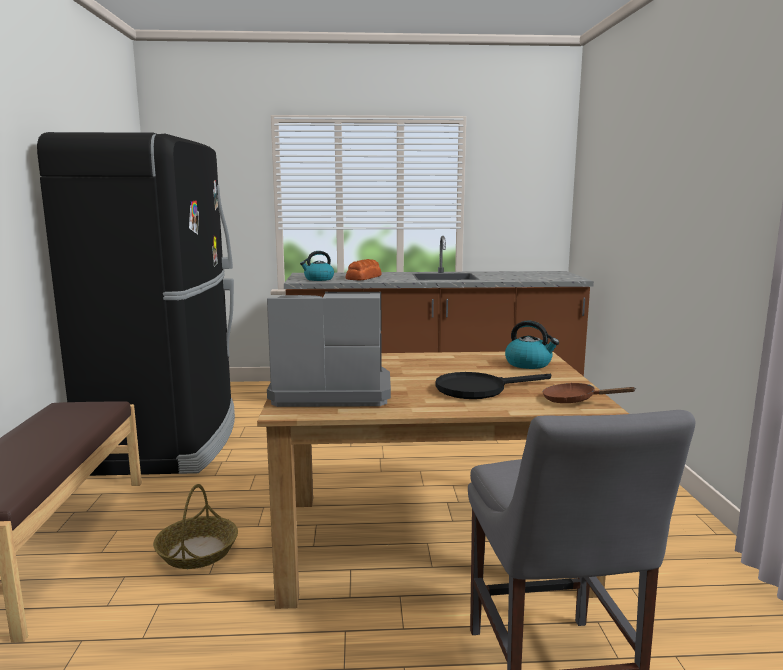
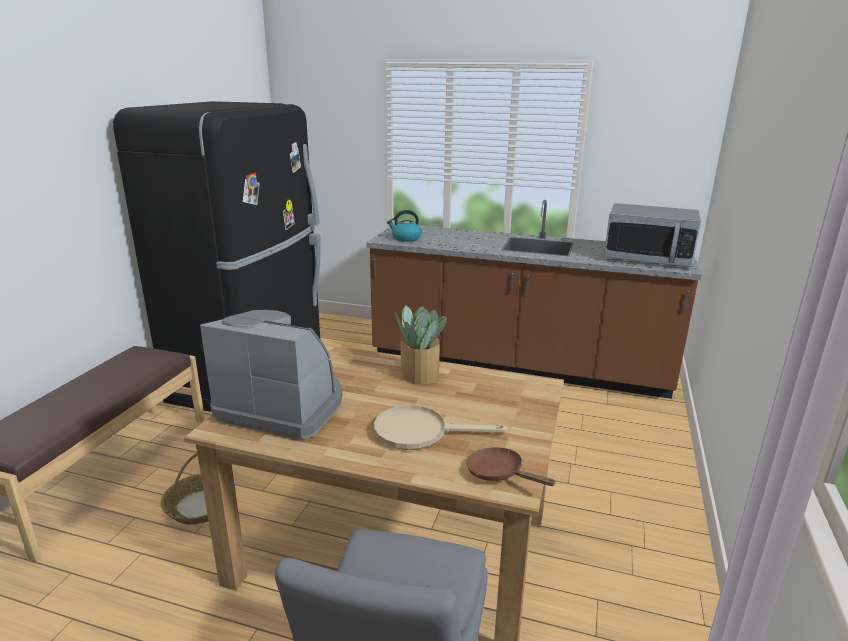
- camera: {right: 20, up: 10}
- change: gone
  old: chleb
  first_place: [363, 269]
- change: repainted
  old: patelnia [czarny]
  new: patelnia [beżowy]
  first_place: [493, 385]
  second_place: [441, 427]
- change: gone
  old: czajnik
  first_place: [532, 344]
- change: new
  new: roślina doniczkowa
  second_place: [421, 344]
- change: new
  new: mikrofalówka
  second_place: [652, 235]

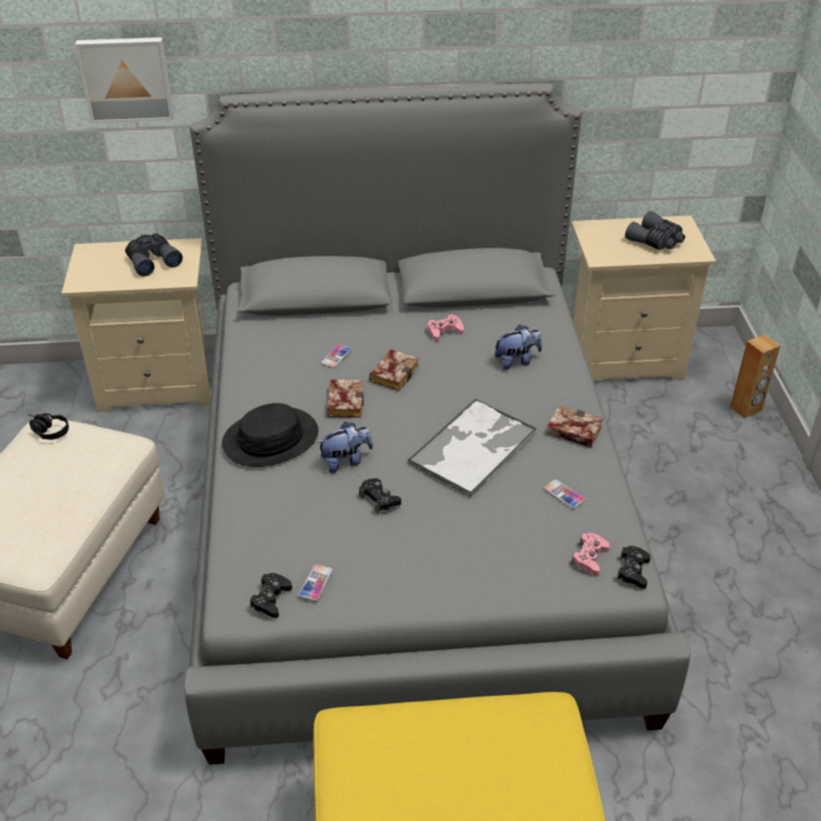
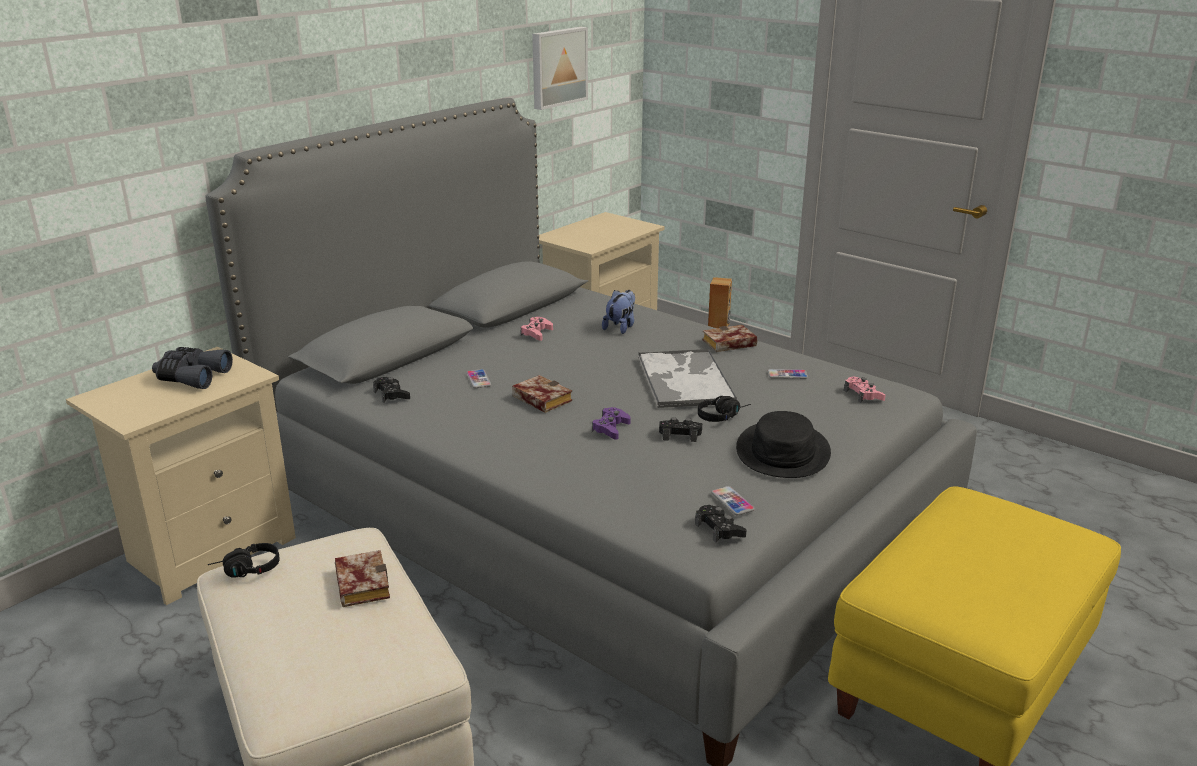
- camera: {right: -45, up: -15}
- change: shifted
  old: obraz
  first_place: [124, 80]
  second_place: [560, 68]
- change: shifted
  old: kapelusz [czarny]
  first_place: [270, 435]
  second_place: [783, 444]
- change: swapped
  old: pluszak
  new: pad do gier [fioletowy]
  first_place: [345, 447]
  second_place: [611, 423]
- change: shifted
  old: książka
  first_place: [394, 370]
  second_place: [362, 578]
- change: shifted
  old: pad do gier [czarny]
  first_place: [634, 567]
  second_place: [391, 390]
- change: gone
  old: lornetka [szary]
  first_place: [655, 230]
- change: new
  new: słuchawki [czarny]
  second_place: [724, 409]

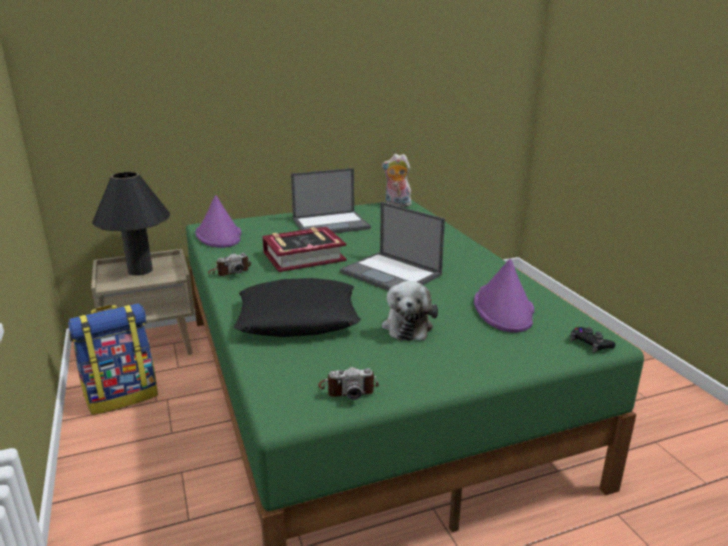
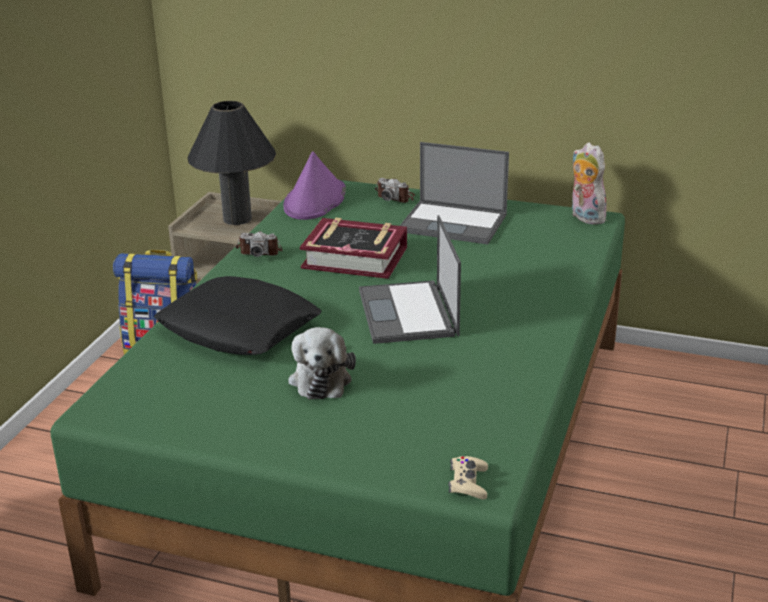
- camera: {right: 40, up: 5}
- change: shifted
  old: aparat fotograficzny
  first_place: [348, 383]
  second_place: [395, 190]
- change: rotated
  old: pluszak
  first_place: [410, 311]
  second_place: [322, 363]
  degrees: -45
- change: gone
  old: kapelusz [fioletowy]
  first_place: [504, 295]
- change: repainted
  old: pad do gier [czarny]
  new: pad do gier [beżowy]
  first_place: [592, 340]
  second_place: [468, 477]

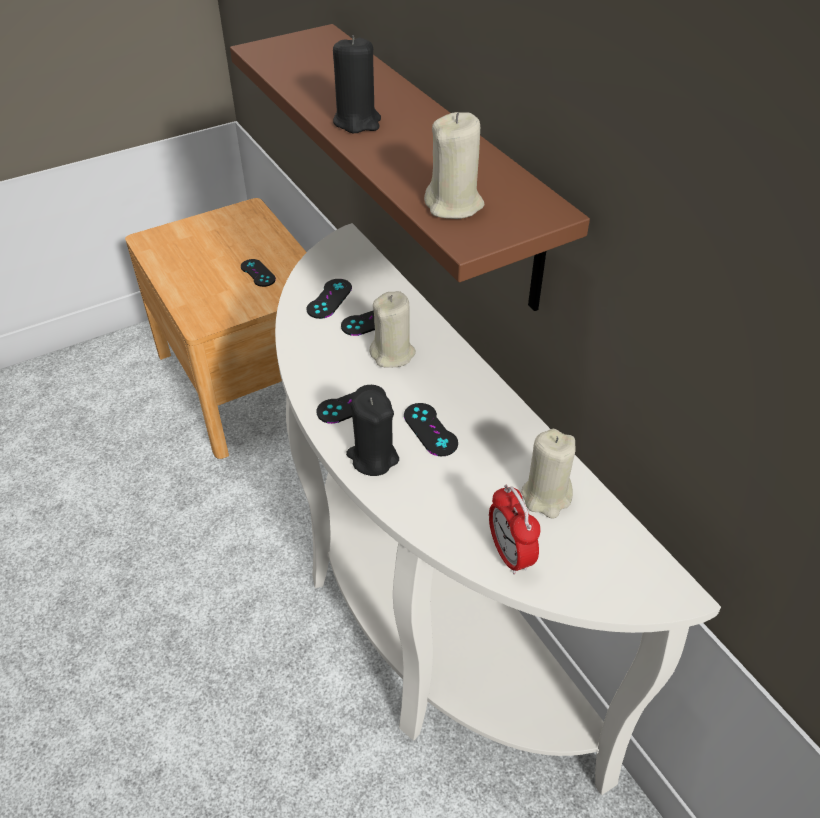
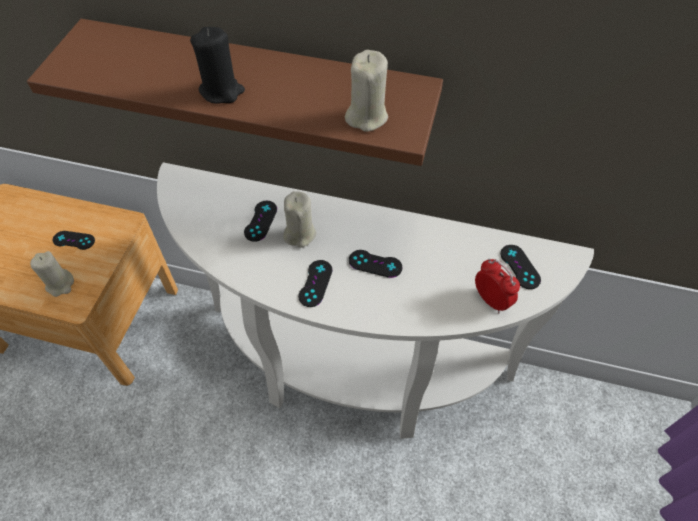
- camera: {right: -45, up: 10}
- change: shifted
  old: pad do gier [czarny]
  first_place: [329, 299]
  second_place: [520, 267]
- change: gone
  old: świeca [czarny]
  first_place: [372, 432]
- change: rotated
  old: budzik
  first_place: [515, 530]
  second_place: [497, 285]
  degrees: -150
- change: shifted
  old: świeca [beżowy]
  first_place: [548, 474]
  second_place: [52, 274]

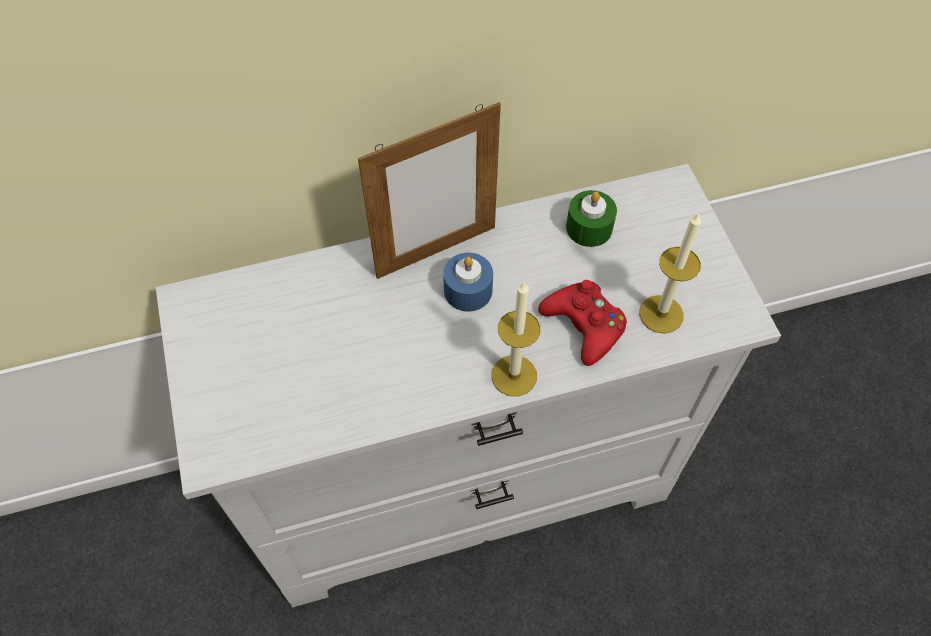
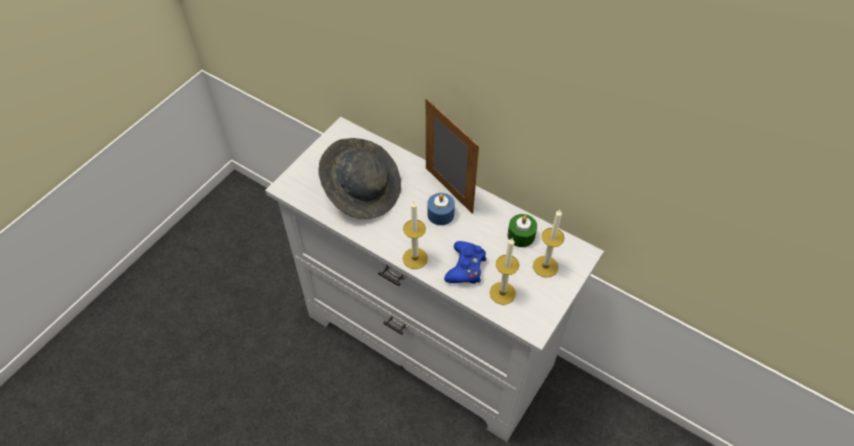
- camera: {right: 50, up: -5}
- change: rotated
  old: ramka na zdjęcie
  first_place: [429, 190]
  second_place: [452, 156]
  degrees: -150
- change: repainted
  old: pad do gier [czerwony]
  new: pad do gier [niebieski]
  first_place: [582, 323]
  second_place: [465, 262]
- change: new
  new: kapelusz [szary]
  second_place: [359, 178]
- change: new
  new: świeca
  second_place: [549, 244]

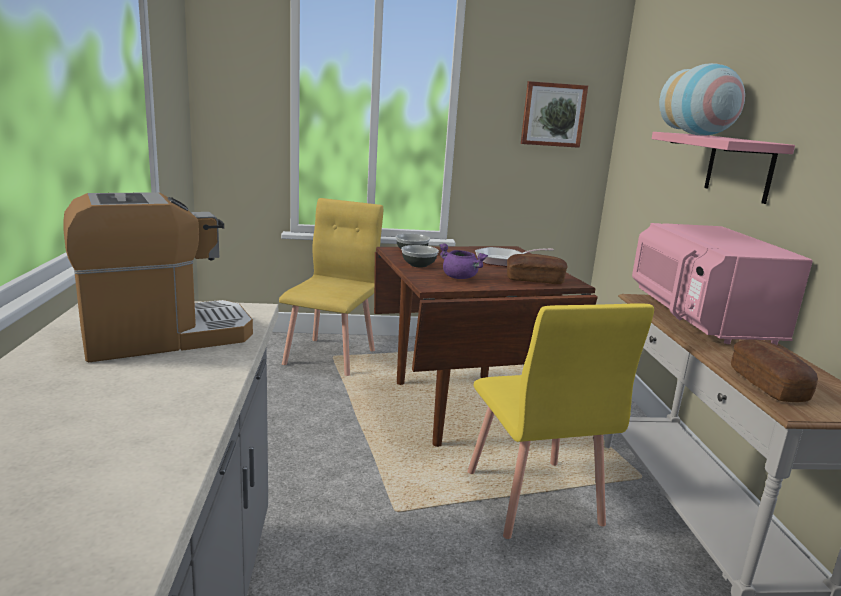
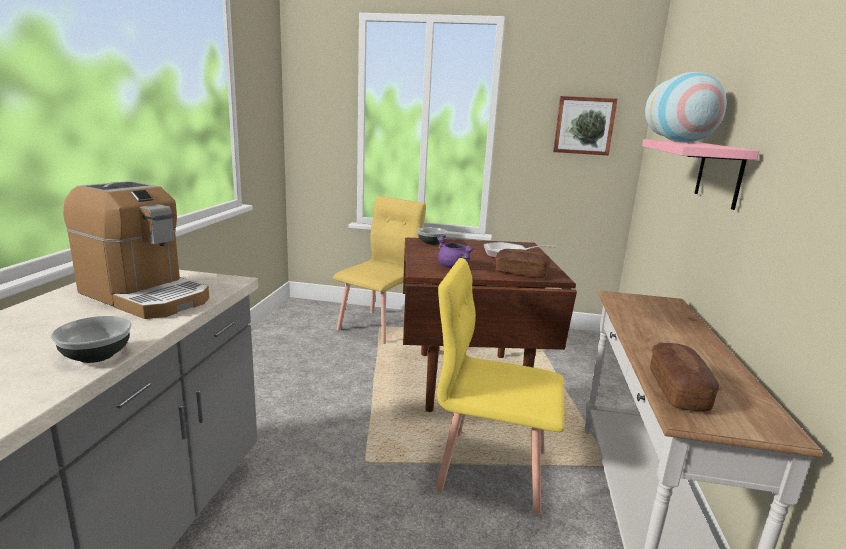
- camera: {right: 15, up: 0}
- change: rotated
  old: ekspres do kawy
  first_place: [158, 277]
  second_place: [136, 250]
  degrees: 45
- change: shifted
  old: miska
  first_place: [420, 256]
  second_place: [91, 339]
- change: rotated
  old: krzesło [żółty]
  first_place: [560, 421]
  second_place: [499, 386]
  degrees: 105
- change: gone
  old: mikrofalówka [różowy]
  first_place: [722, 284]

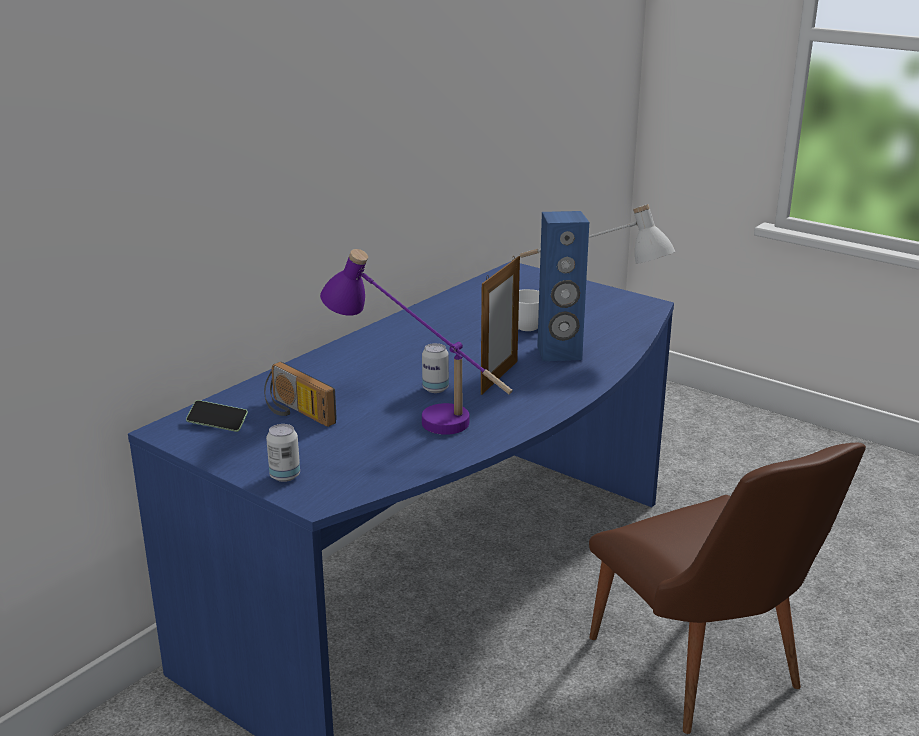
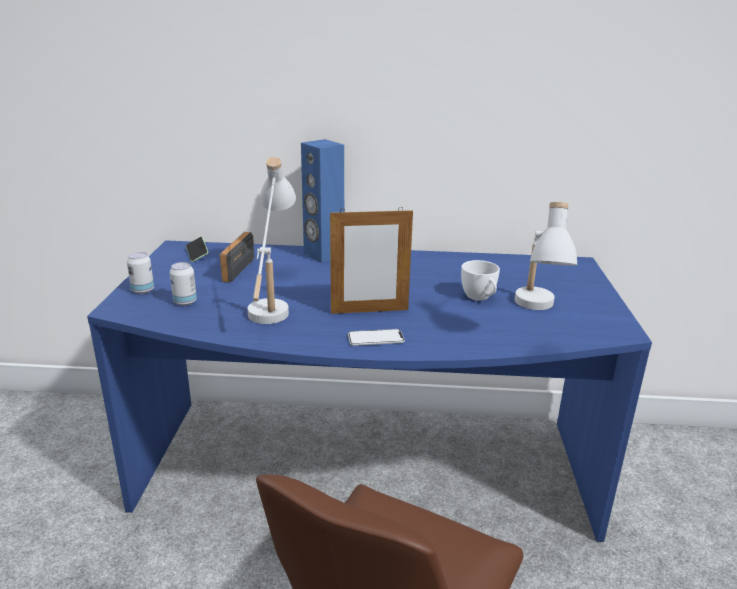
- camera: {right: 55, up: 0}
- change: repainted
  old: lampa stołowa [fioletowy]
  new: lampa stołowa [biały]
  first_place: [416, 342]
  second_place: [271, 240]
- change: shifted
  old: puszka
  first_place: [435, 368]
  second_place: [183, 284]
- change: shifted
  old: głośnik [niebieski]
  first_place: [563, 286]
  second_place: [322, 201]
- change: new
  new: telefon
  second_place: [376, 337]

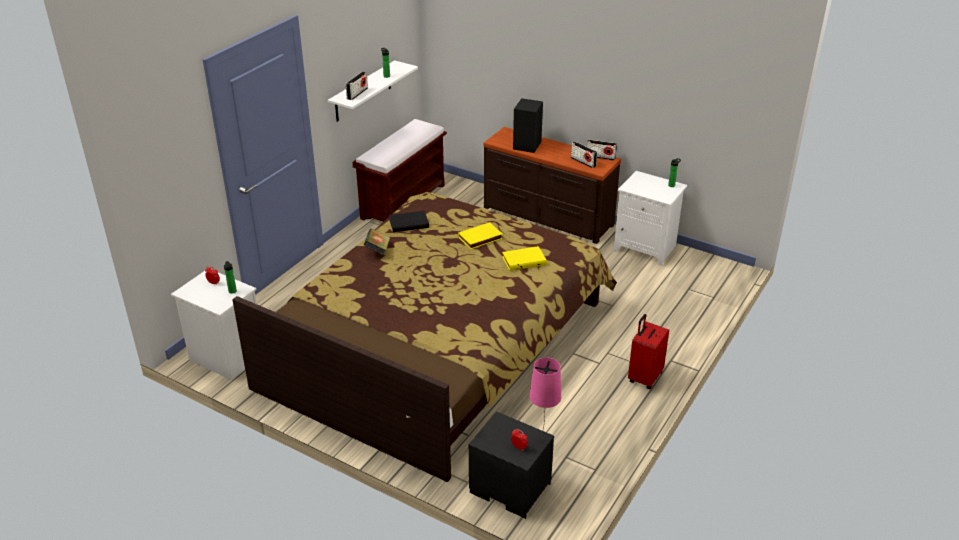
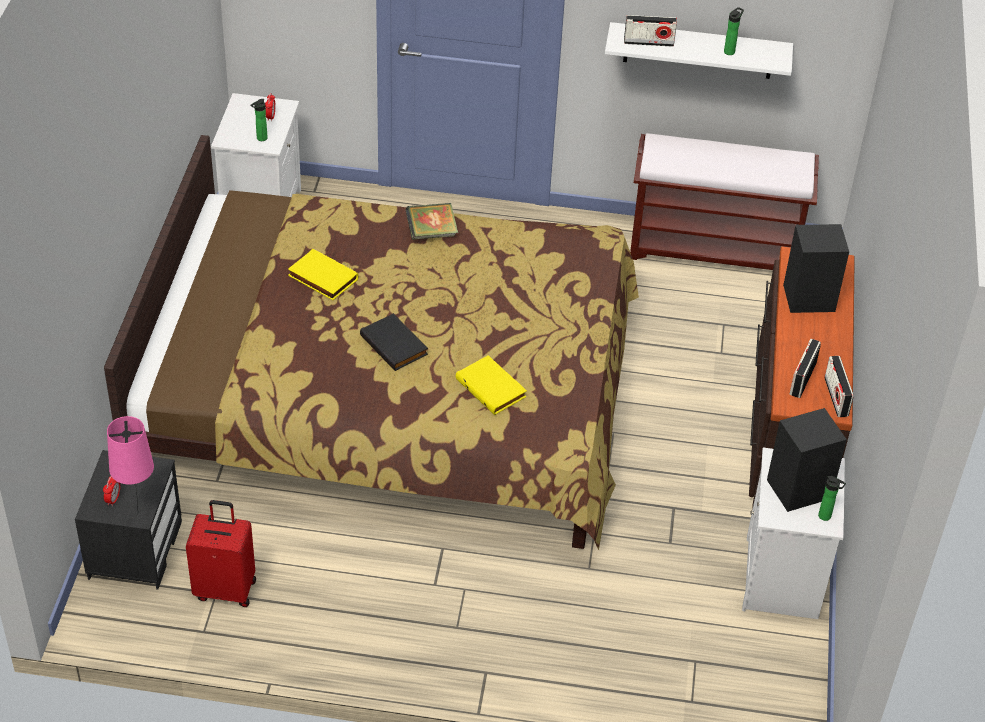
- camera: {right: 65, up: 10}
- change: shifted
  old: książka [czarny]
  first_place: [409, 221]
  second_place: [394, 342]
- change: shifted
  old: książka [żółty]
  first_place: [480, 235]
  second_place: [323, 274]
- change: shifted
  old: walizka [czerwony]
  first_place: [648, 351]
  second_place: [221, 553]
- change: new
  new: głośnik [czarny]
  second_place: [807, 460]

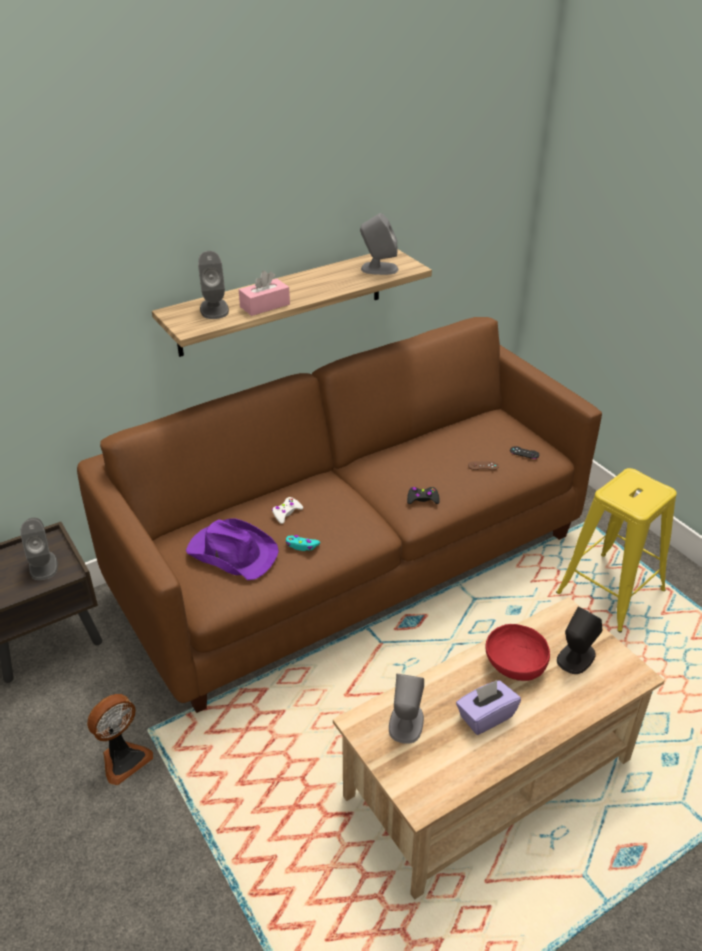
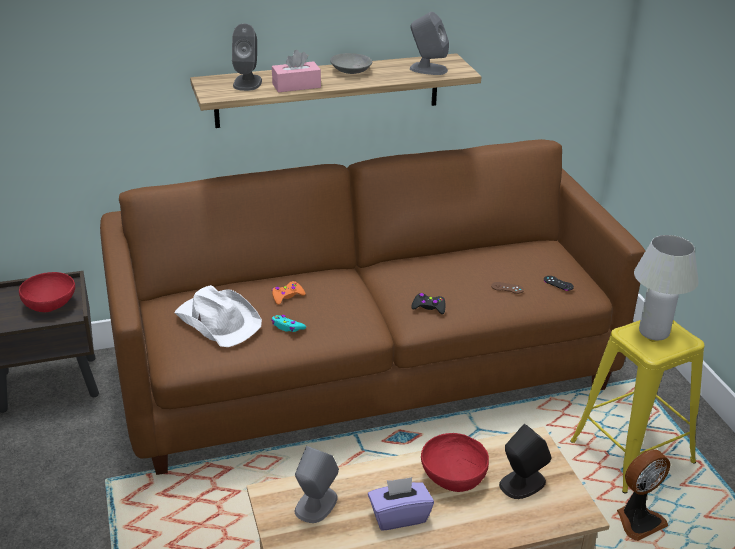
- camera: {right: 15, up: -5}
- change: swapped
  old: głośnik [szary]
  new: miska [czerwony]
  first_place: [39, 549]
  second_place: [47, 292]
- change: shifted
  old: wentylator
  first_place: [120, 739]
  second_place: [643, 495]
- change: repainted
  old: kapelusz [fioletowy]
  new: kapelusz [biały]
  first_place: [232, 549]
  second_place: [218, 316]
- change: repainted
  old: pad do gier [biały]
  new: pad do gier [pomarańczowy]
  first_place: [287, 510]
  second_place: [289, 293]
- change: new
  new: miska [szary]
  second_place: [351, 63]
- change: new
  new: lampa stołowa [biały]
  second_place: [666, 287]

